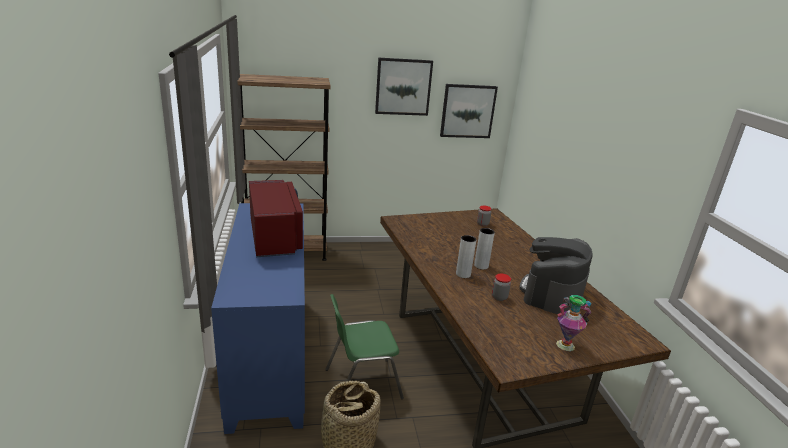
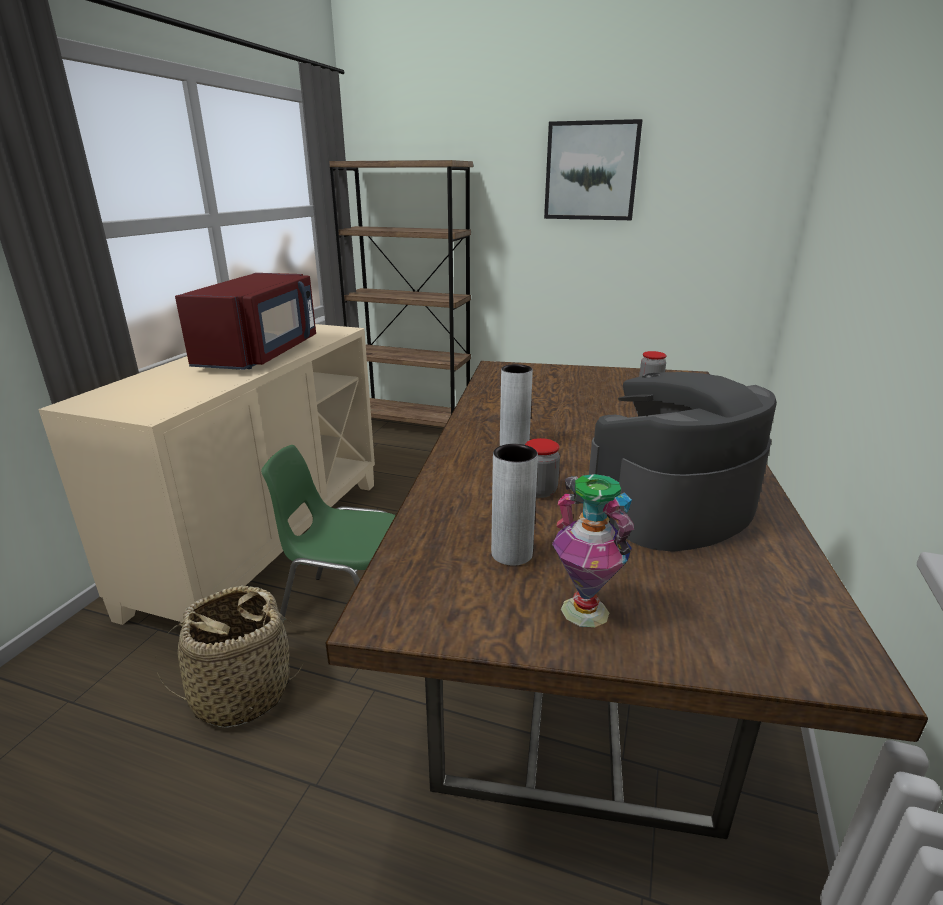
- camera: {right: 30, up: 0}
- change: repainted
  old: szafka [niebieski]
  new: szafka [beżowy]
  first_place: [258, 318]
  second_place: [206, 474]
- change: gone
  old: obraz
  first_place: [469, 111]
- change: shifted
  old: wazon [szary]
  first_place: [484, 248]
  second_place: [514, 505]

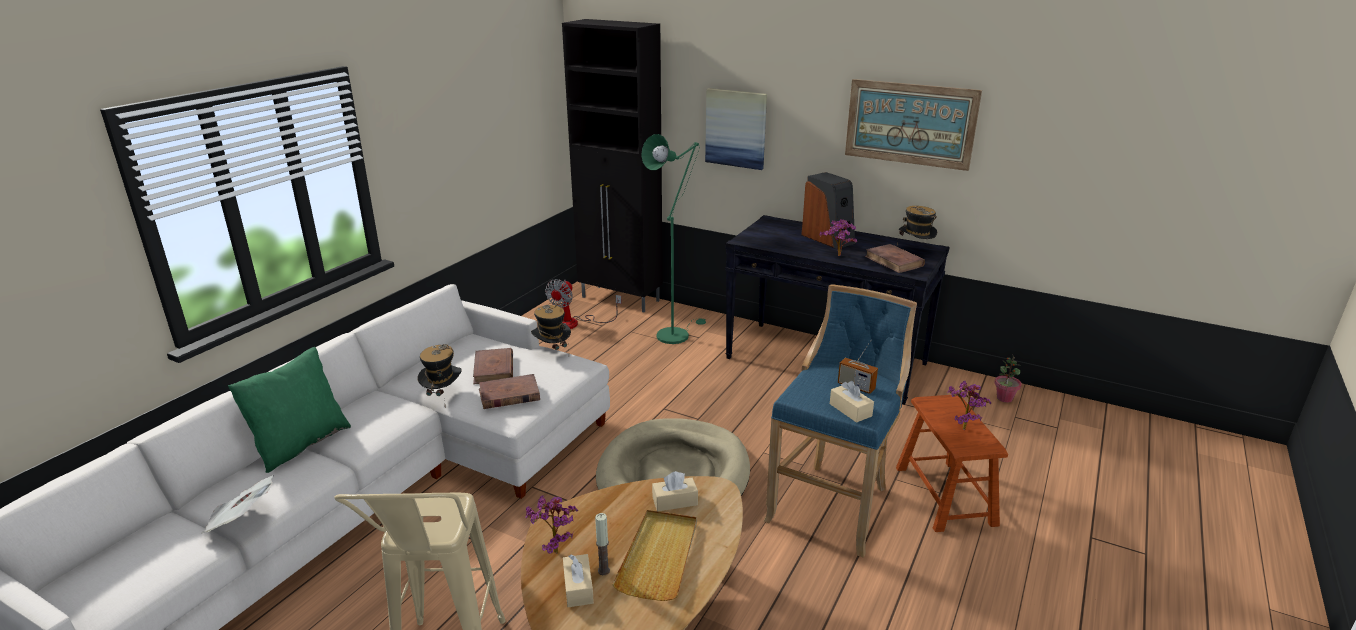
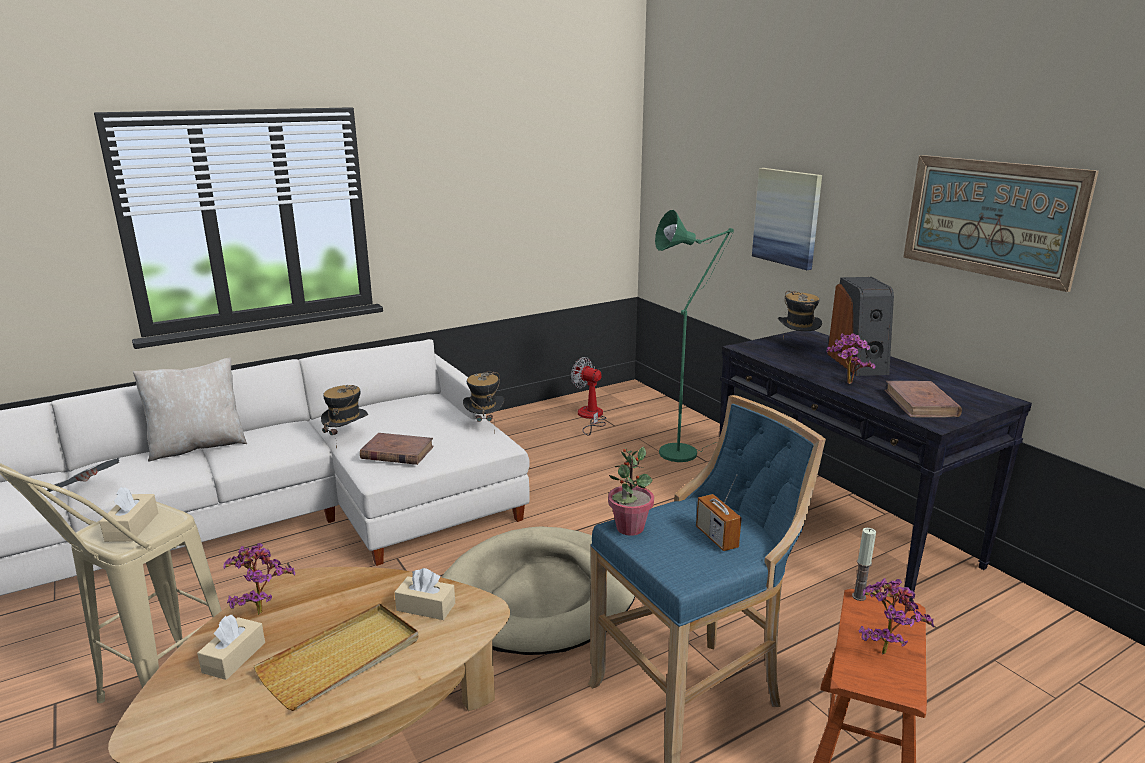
- camera: {right: 30, up: -5}
- change: repainted
  old: poduszka [zielony]
  new: poduszka [beżowy]
  first_place: [289, 410]
  second_place: [190, 409]
- change: gone
  old: książka [brązowy]
  first_place: [493, 366]
- change: rotated
  old: wentylator
  first_place: [583, 304]
  second_place: [588, 396]
  degrees: 75
- change: gone
  old: szafka [czarny]
  first_place: [612, 165]
- change: shifted
  old: świeca
  first_place: [602, 544]
  second_place: [864, 564]
- change: shifted
  old: pudełko chusteczek [beżowy]
  first_place: [852, 402]
  second_place: [128, 514]
- change: shifted
  old: kapelusz
  first_place: [917, 226]
  second_place: [800, 315]
- change: shifted
  old: roślina doniczkowa
  first_place: [1008, 379]
  second_place: [631, 491]

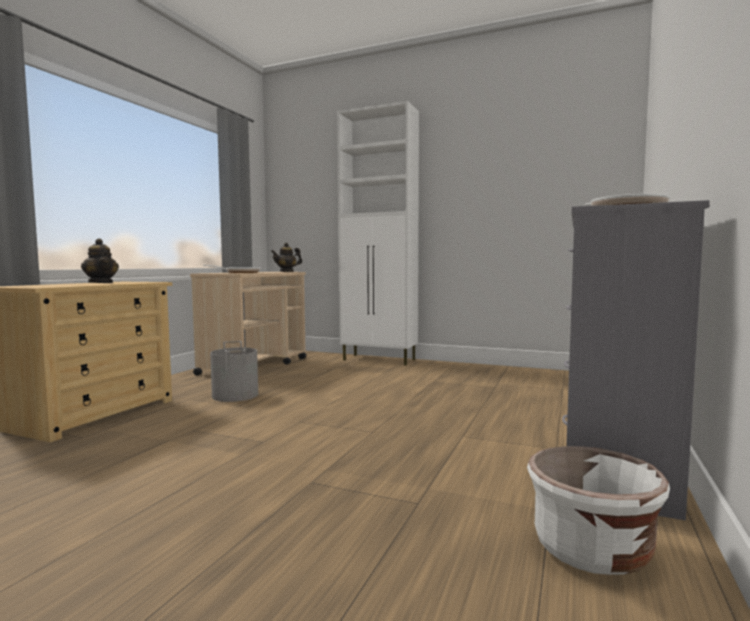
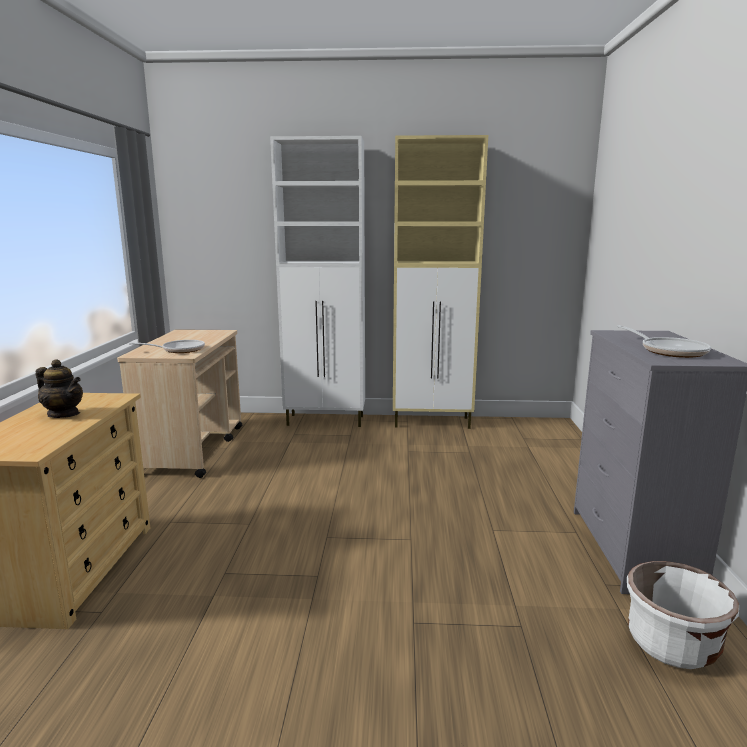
- camera: {right: -20, up: 10}
- change: gone
  old: wiadro [szary]
  first_place: [234, 371]
- change: gone
  old: imbryk
  first_place: [286, 257]
- change: new
  new: szafka [beżowy]
  second_place: [440, 282]

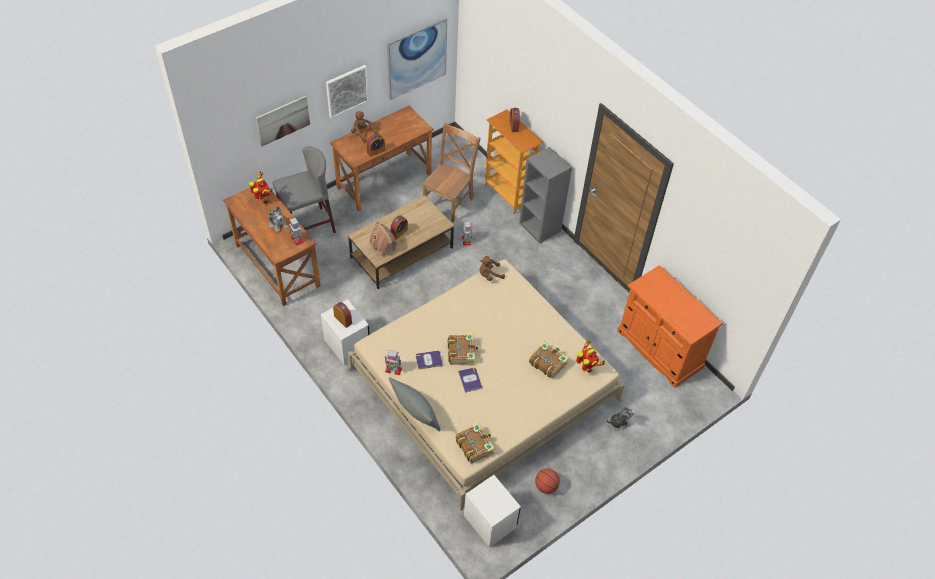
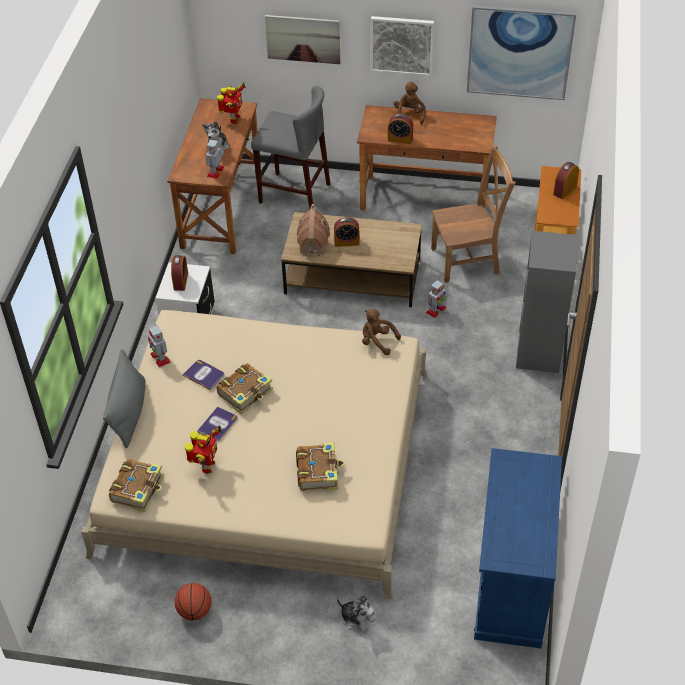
- camera: {right: 50, up: -5}
- change: gone
  old: szafka nocna [biały]
  first_place: [492, 511]
- change: shifted
  old: robot zabawkowy
  first_place: [590, 356]
  second_place: [203, 449]
- change: repainted
  old: szafka [pomarańczowy]
  new: szafka [niebieski]
  first_place: [670, 326]
  second_place: [518, 548]

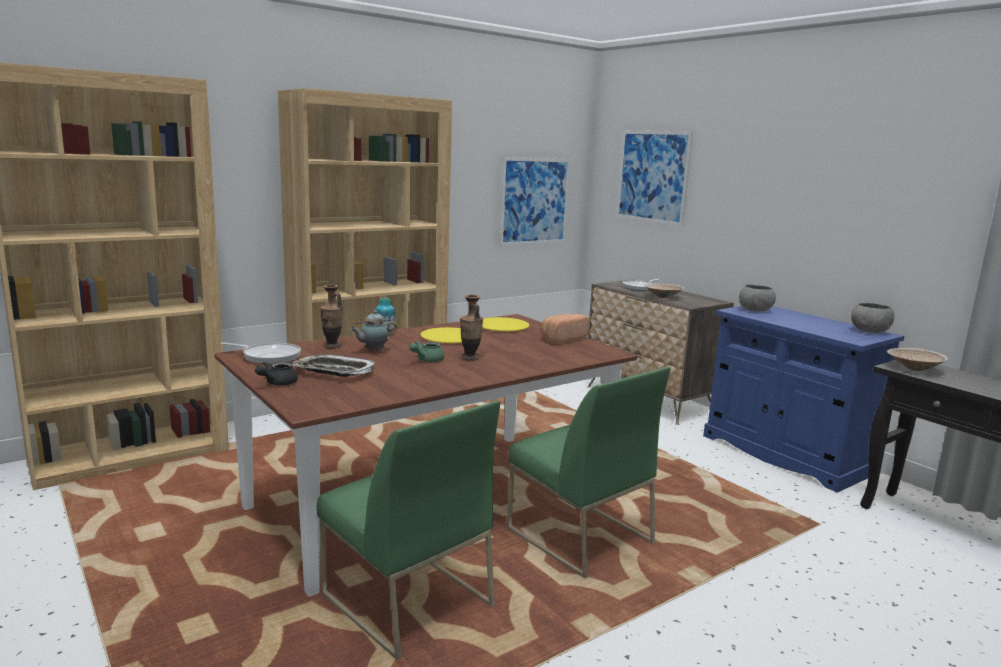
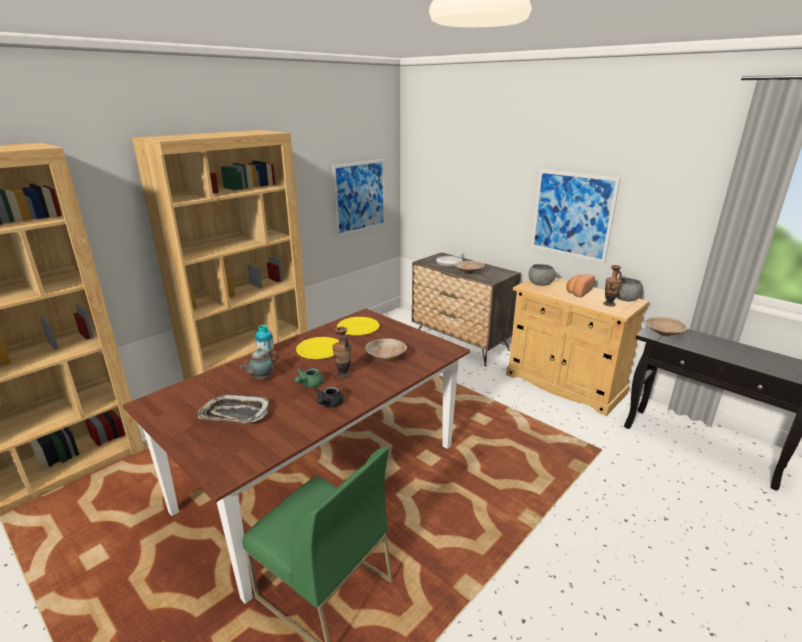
- camera: {right: -10, up: 10}
- change: gone
  old: patelnia
  first_place: [261, 353]
- change: shifted
  old: imbryk [czarny]
  first_place: [276, 373]
  second_place: [329, 396]
- change: shifted
  old: wazon
  first_place: [331, 316]
  second_place: [612, 286]
- change: gone
  old: krzesło [zielony]
  first_place: [588, 472]
- change: shifted
  old: chleb
  first_place: [565, 329]
  second_place: [580, 285]
- change: shifted
  old: obraz
  first_place: [654, 178]
  second_place: [575, 216]
- change: repainted
  old: szafka [niebieski]
  new: szafka [beżowy]
  first_place: [803, 399]
  second_place: [577, 347]
- change: new
  new: miska [beżowy]
  second_place: [386, 349]

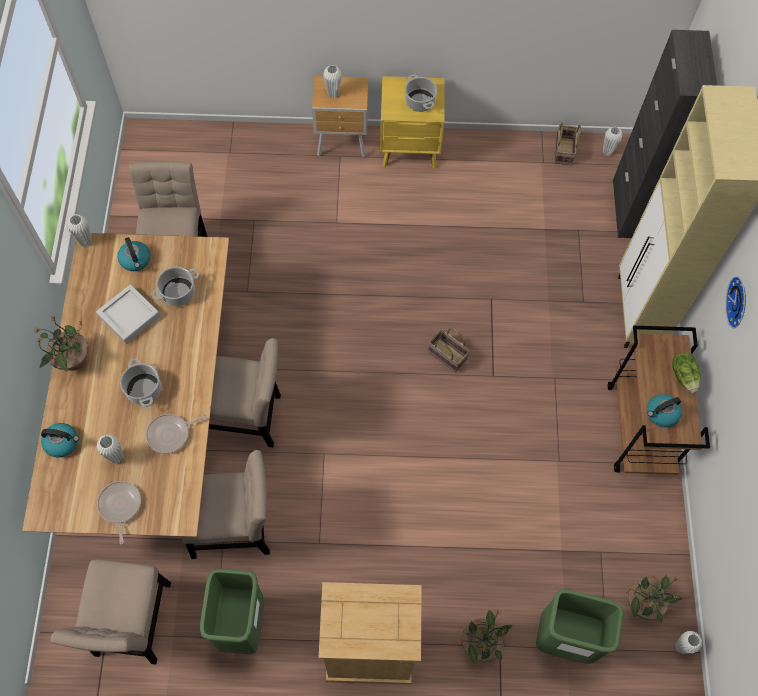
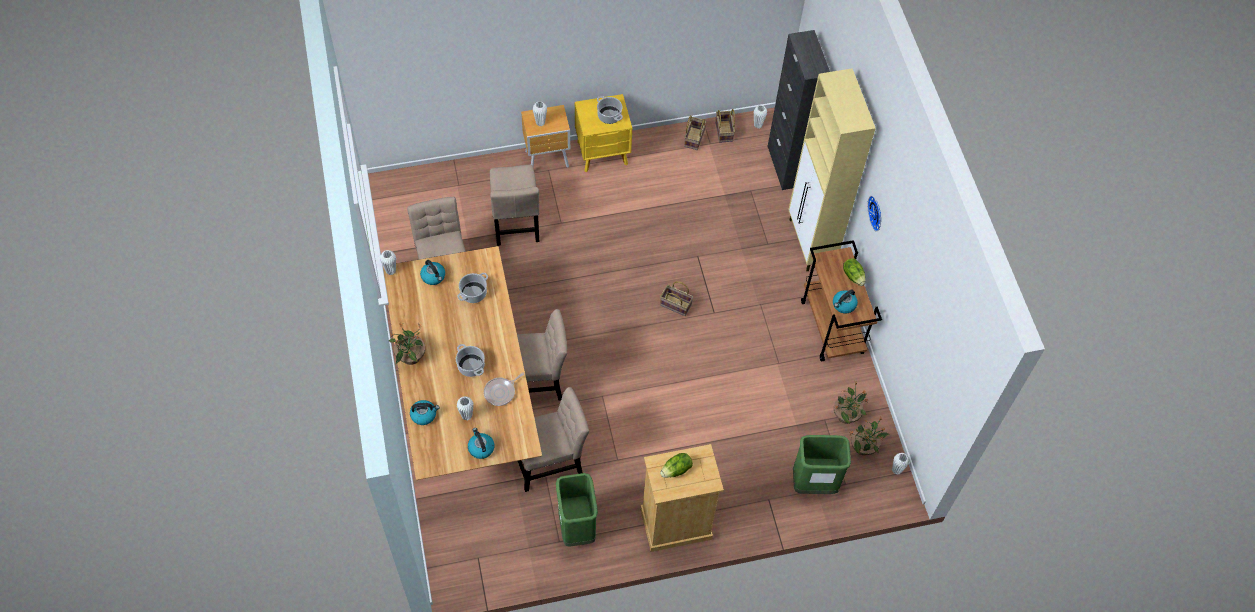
- camera: {right: -15, up: -5}
- change: shifted
  old: krzesło [beżowy]
  first_place: [111, 612]
  second_place: [514, 205]
- change: gone
  old: taca [szary]
  first_place: [128, 314]
- change: swapped
  old: patelnia
  new: czajnik
  first_place: [119, 512]
  second_place: [481, 443]
- change: shifted
  old: roślina doniczkowa
  first_place: [485, 636]
  second_place: [851, 402]
- change: new
  new: sałata
  second_place: [676, 465]
- change: new
  new: koszyk
  second_place: [695, 132]

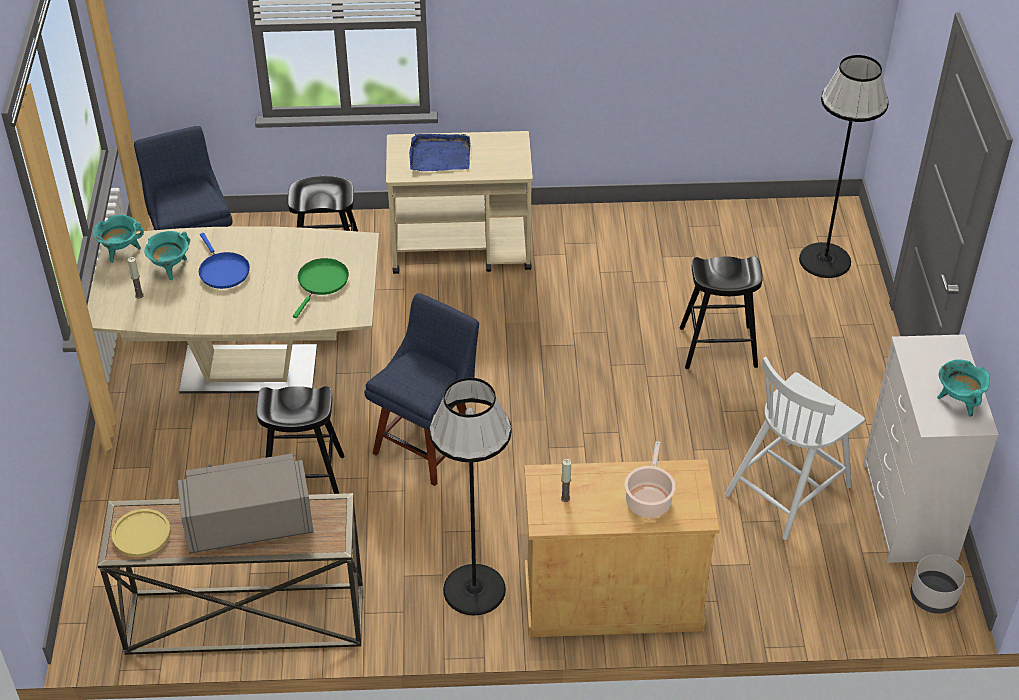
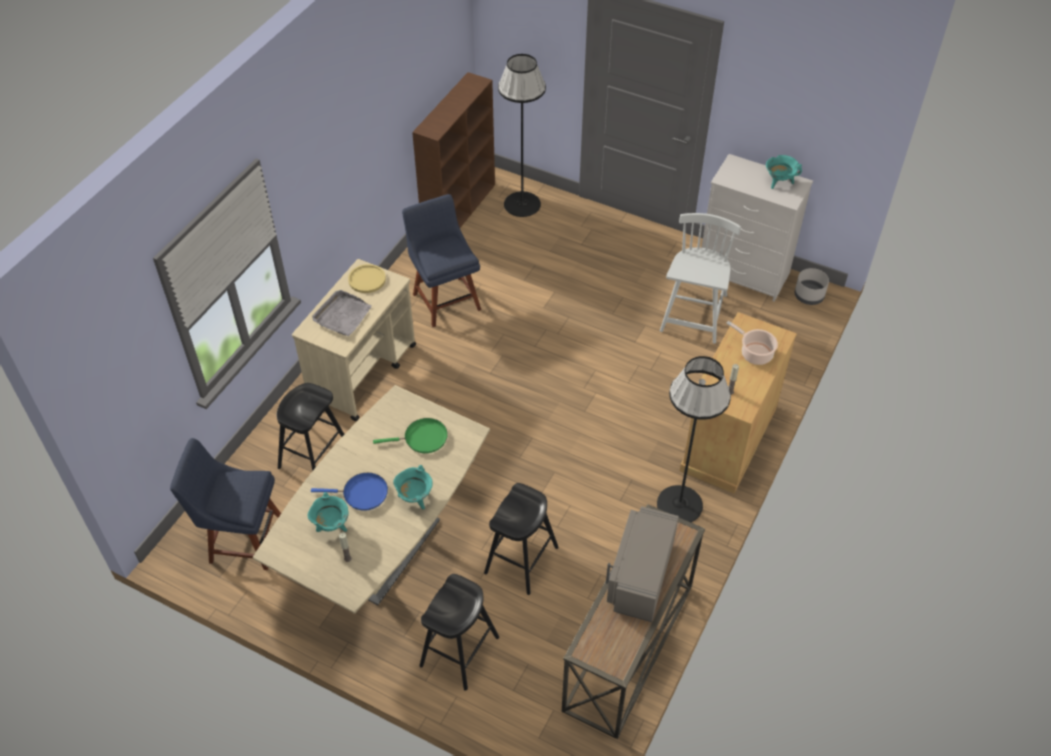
- camera: {right: -60, up: 5}
- change: shifted
  old: garnek [turkusowy]
  first_place: [118, 239]
  second_place: [413, 487]
- change: shifted
  old: talerz [żółty]
  first_place: [141, 533]
  second_place: [367, 278]
- change: rotated
  old: patelnia [zielony]
  first_place: [321, 288]
  second_place: [410, 435]
  degrees: 120
- change: shifted
  old: krzesło [niebieski]
  first_place: [421, 389]
  second_place: [441, 260]
- change: repainted
  old: taca [niebieski]
  new: taca [szary]
  first_place: [439, 152]
  second_place: [342, 313]
- change: shifted
  old: stołek [czarny]
  first_place: [721, 312]
  second_place: [459, 632]
- change: rotated
  old: krzesło [biały]
  first_place: [795, 448]
  second_place: [700, 278]
  degrees: -150
- change: new
  new: regał [brązowy]
  second_place: [453, 150]

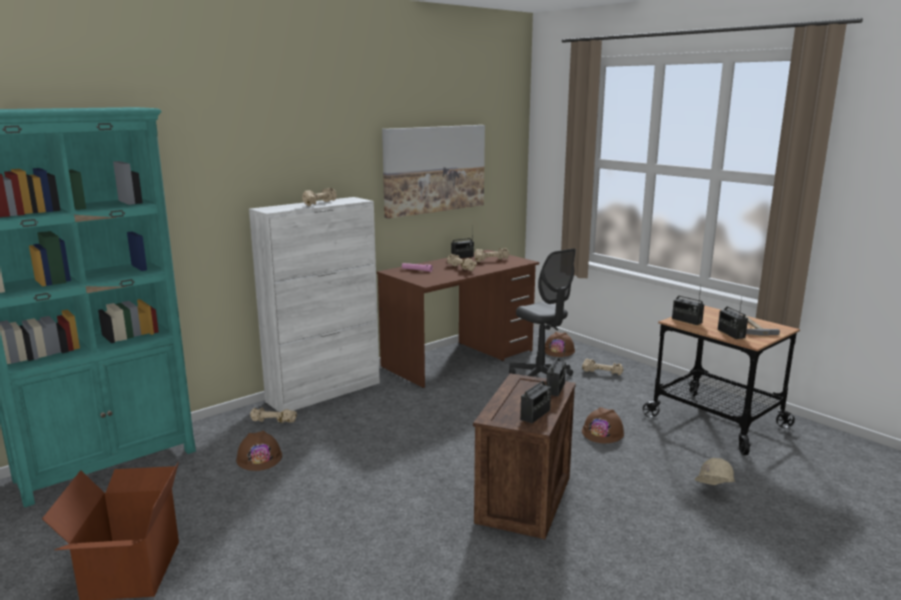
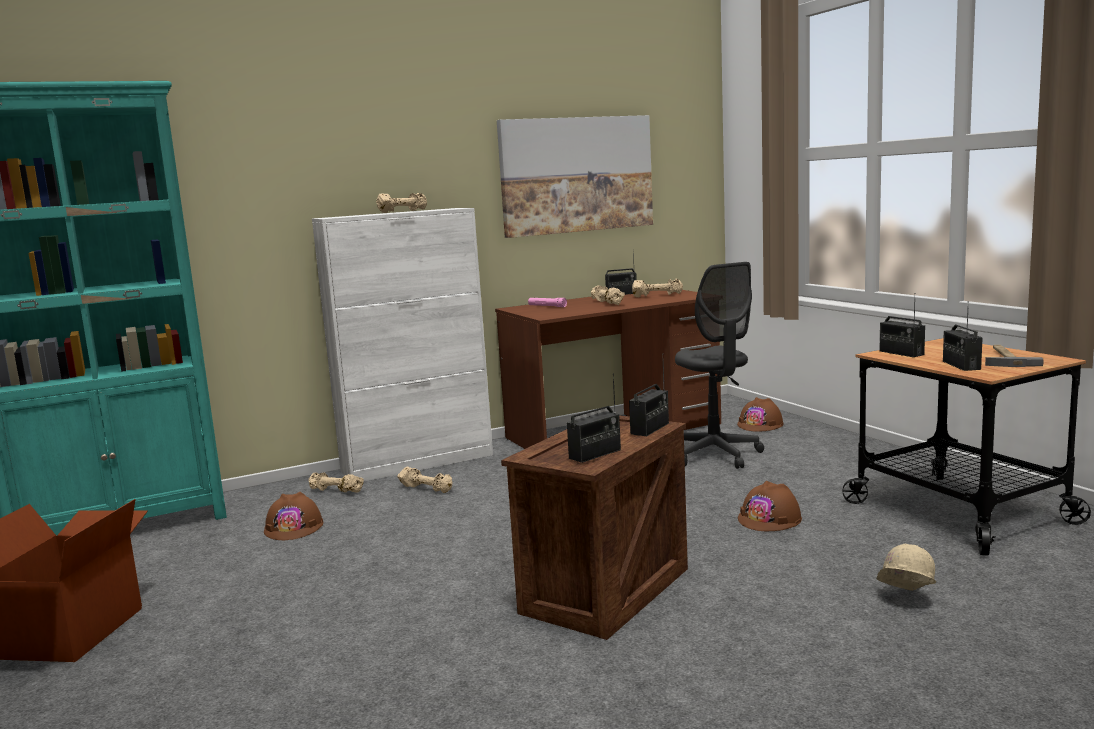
- camera: {right: 15, up: -5}
- change: shifted
  old: hantel [beżowy]
  first_place: [602, 367]
  second_place: [424, 480]

